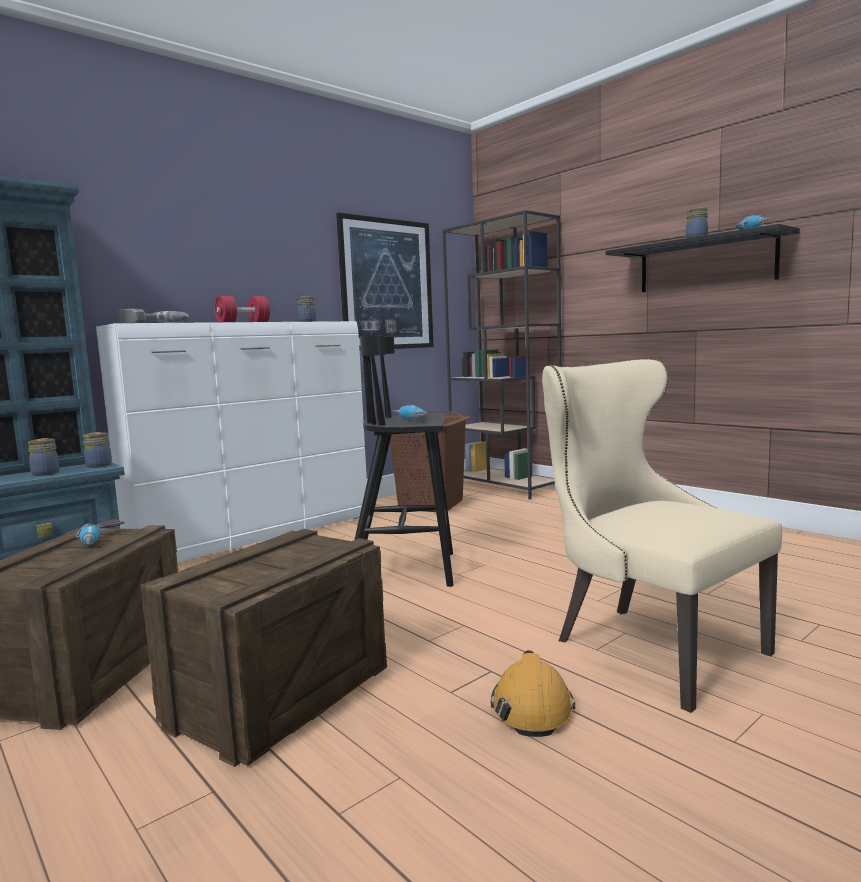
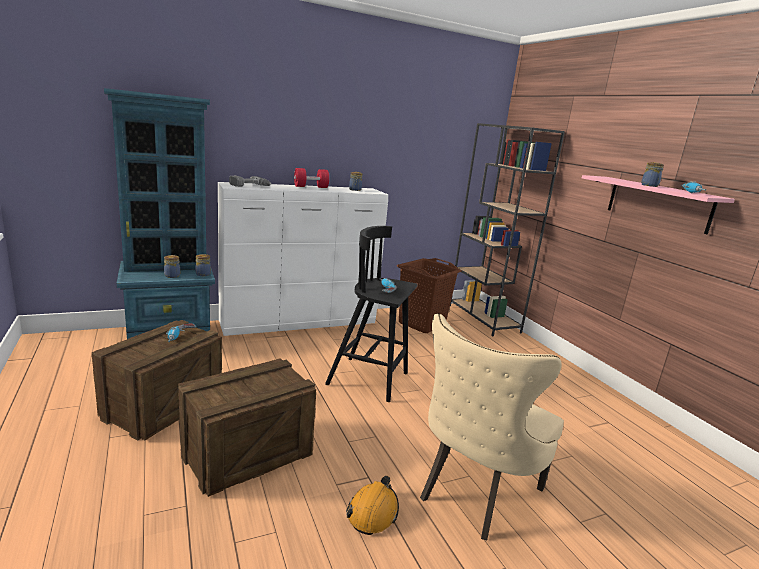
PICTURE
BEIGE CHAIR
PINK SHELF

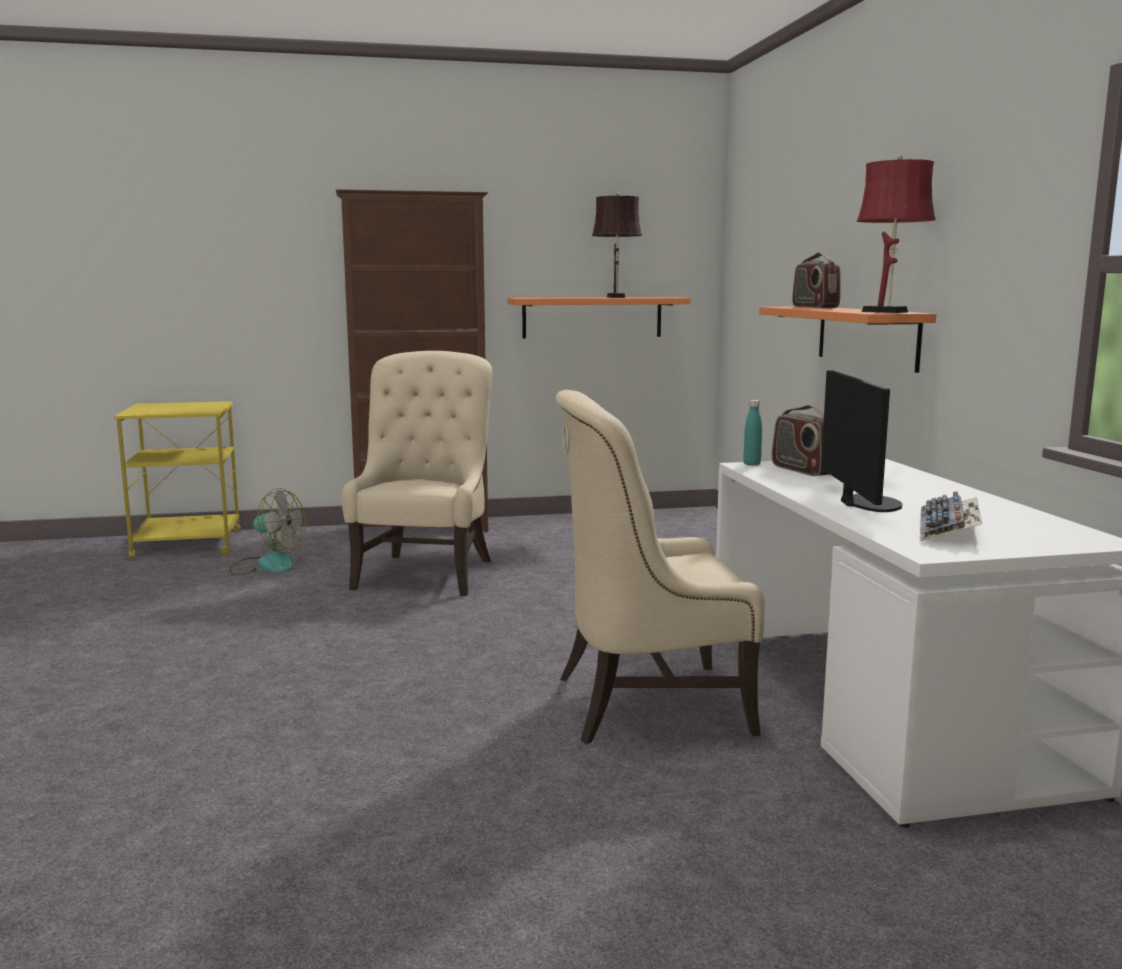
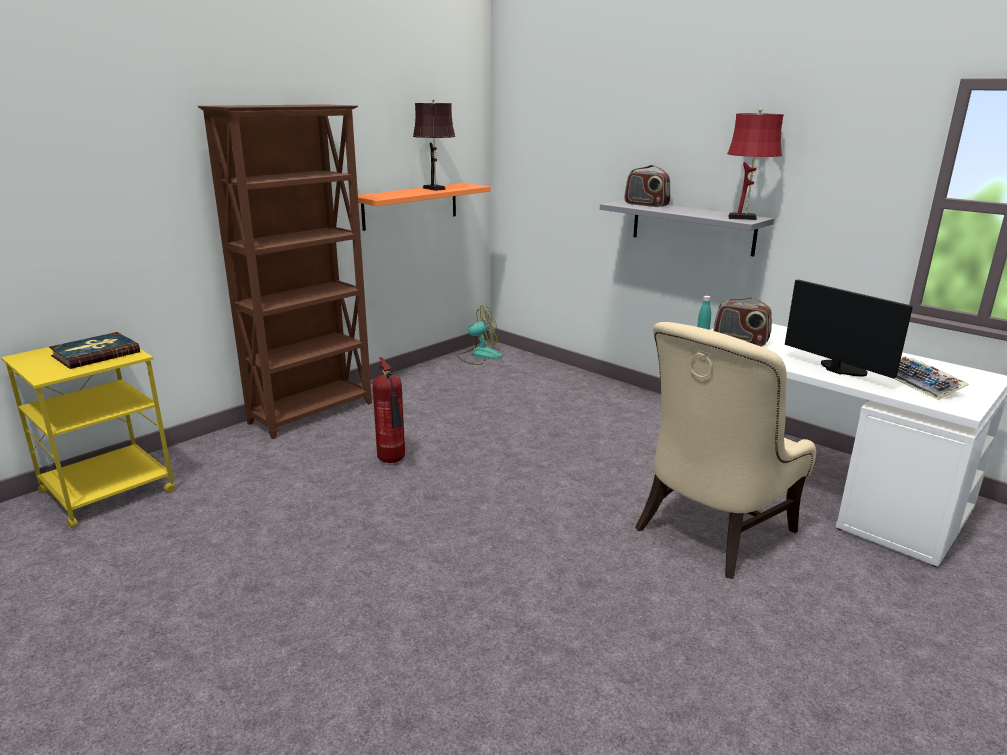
FAN
FIRE EXTINGUISHER
GREY SHELF
BOOK

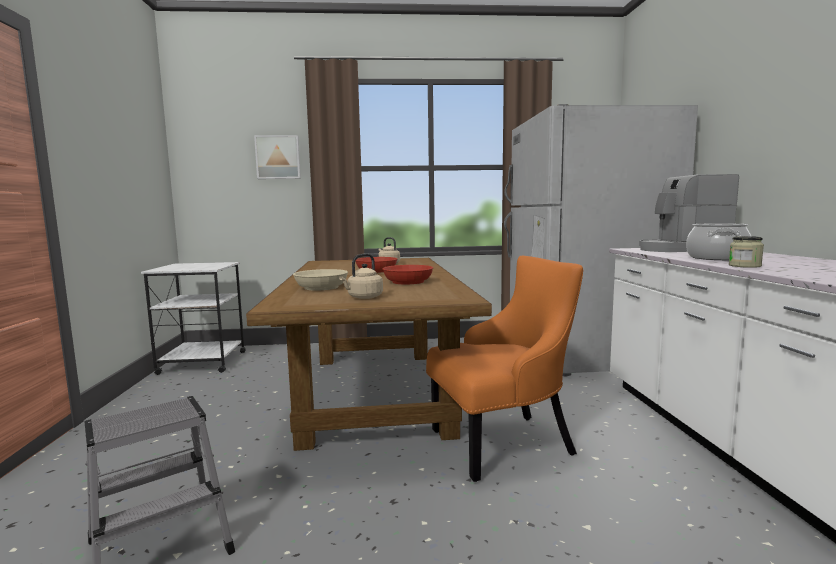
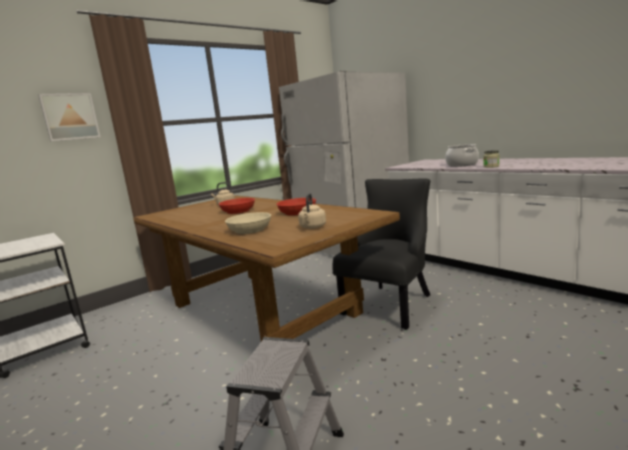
BLACK CHAIR
COFFEE MACHINE

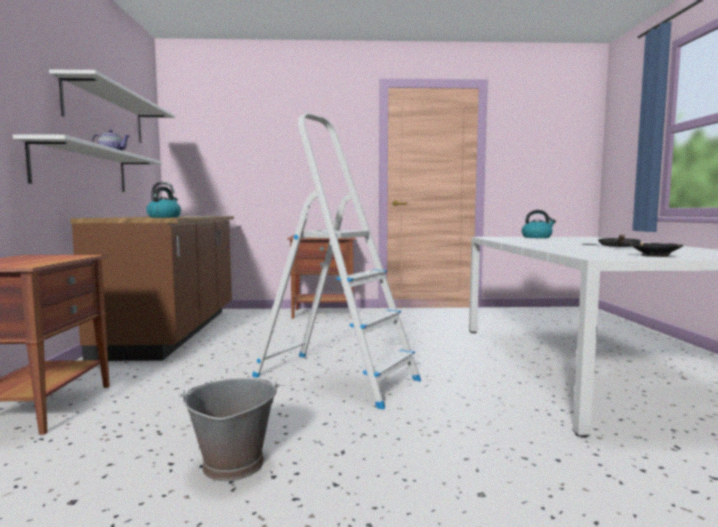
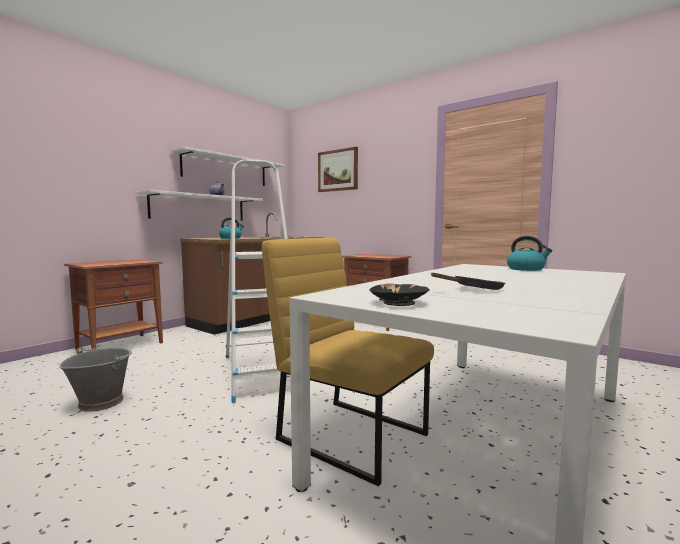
YELLOW CHAIR
PICTURE

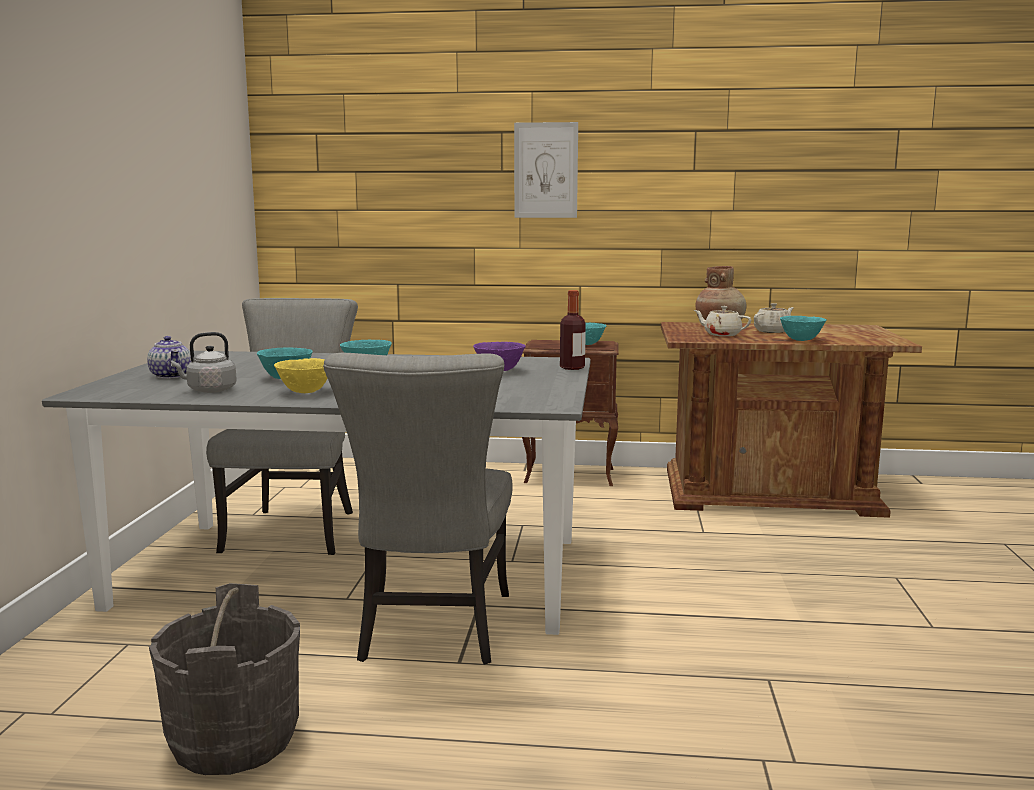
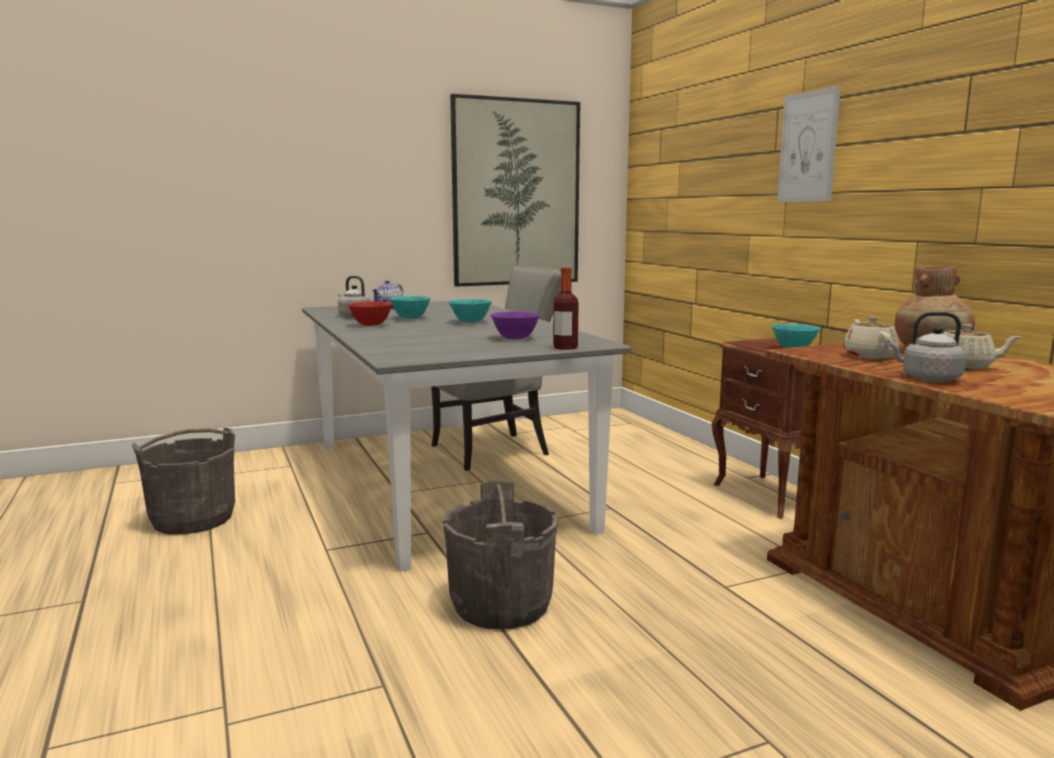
RED BOWL
GREY CHAIR (2nd from left in the first image)
GREY KETTLE (2nd from left)
GREY BUCKET (2nd from left)
PICTURE (1st from left)

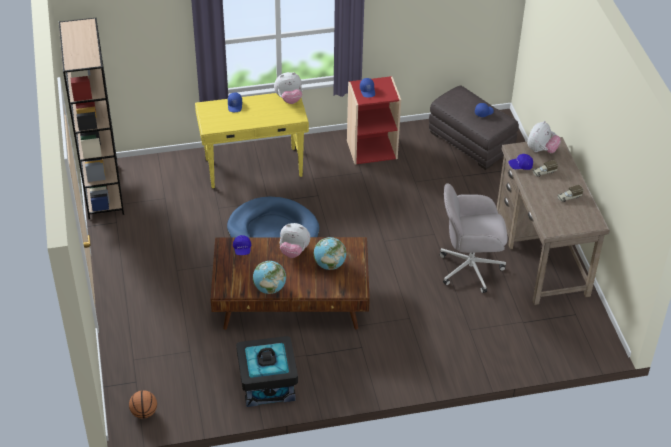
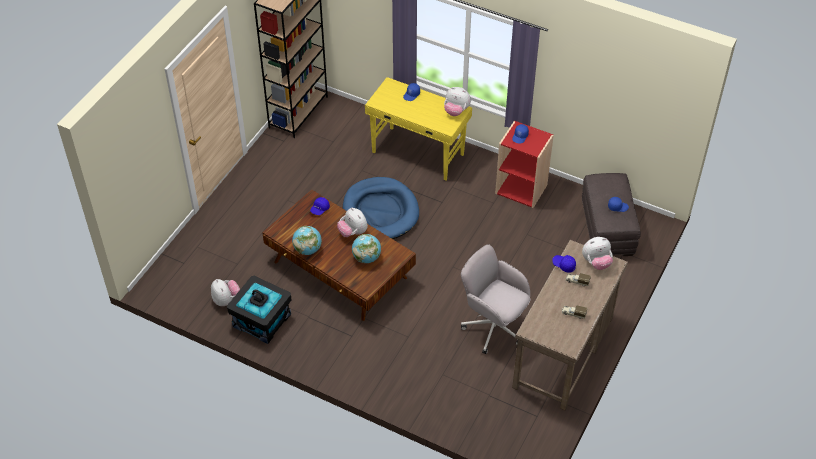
BASKETBALL
PLUSH TOY (1st from left)

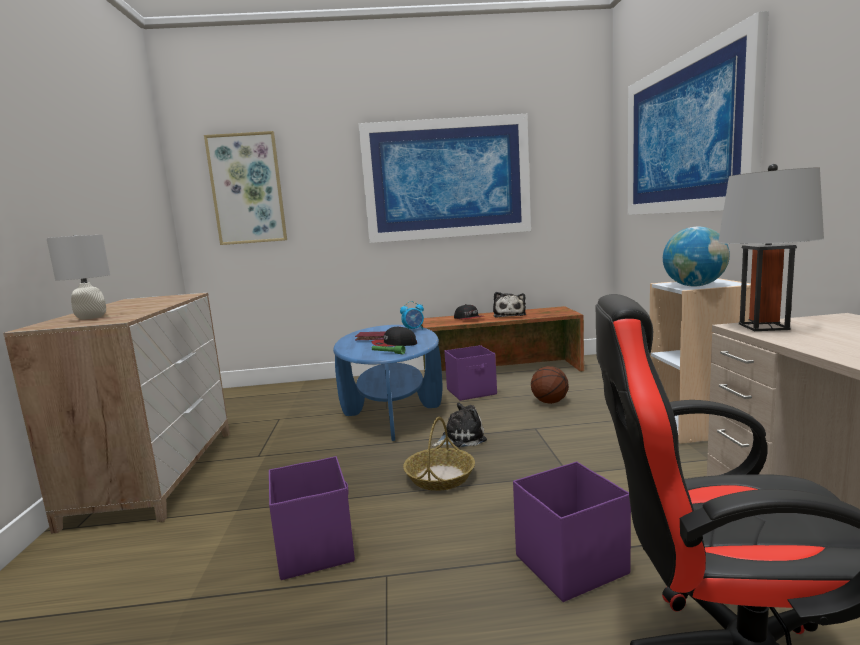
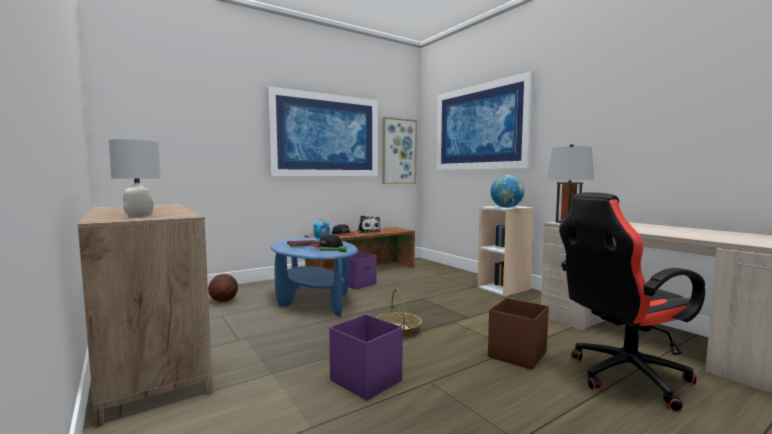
PICTURE (2nd from left)
PLUSH TOY (1st from left in the first image)
BROWN STORAGE BOX
BASKETBALL

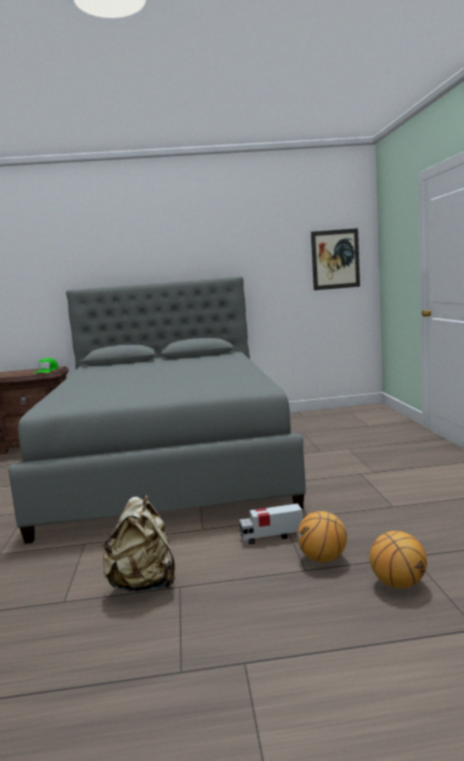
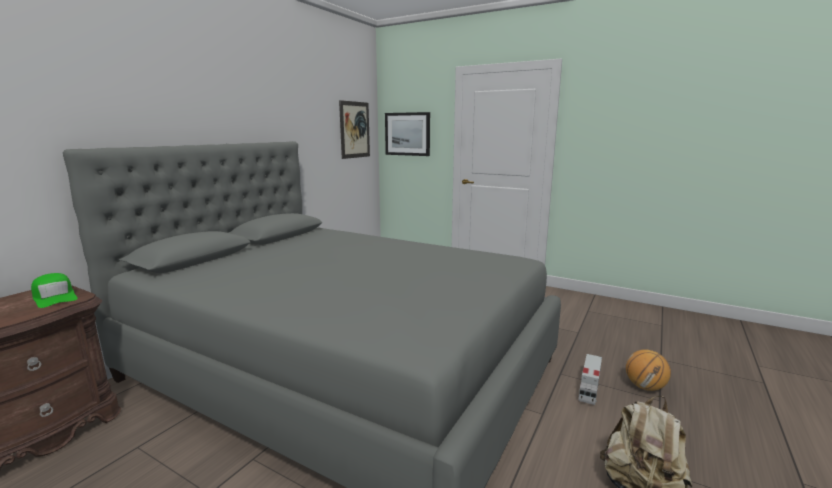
BASKETBALL (2nd from left in the first image)
PICTURE (2nd from left)

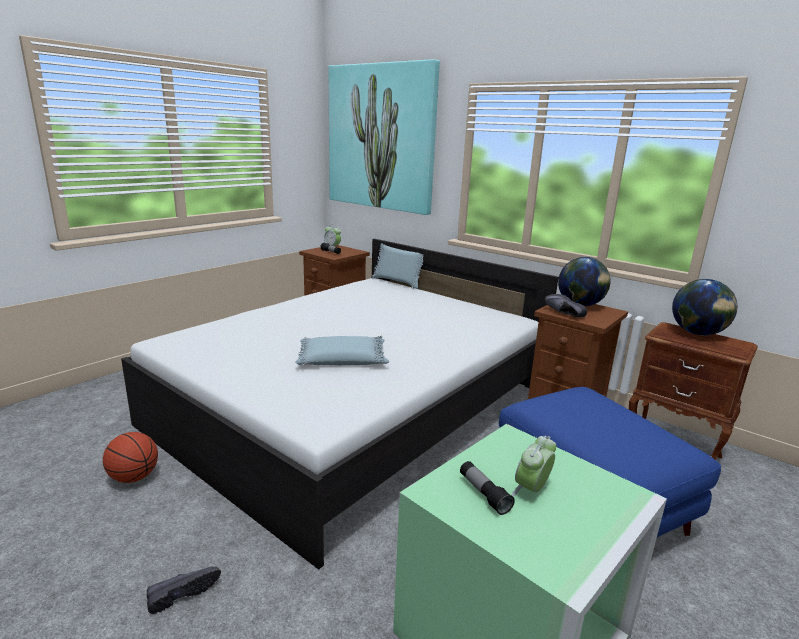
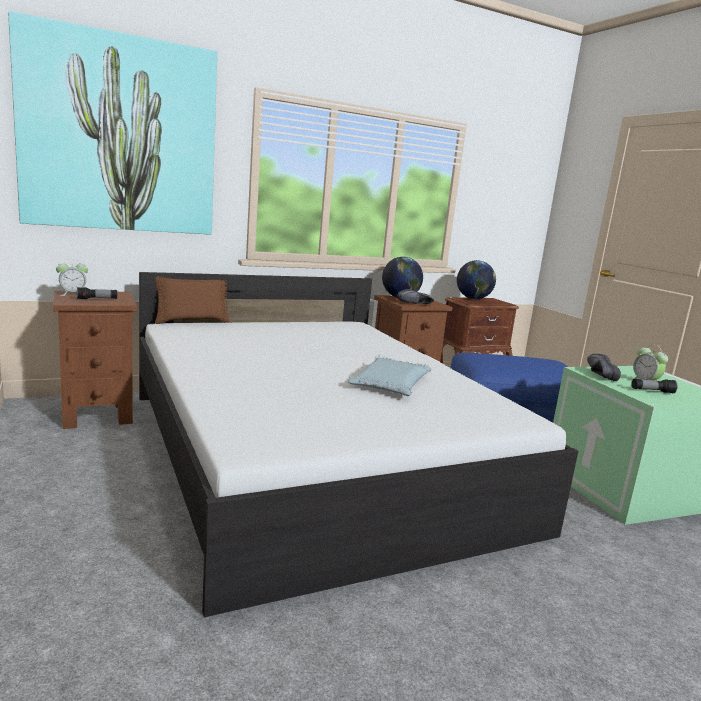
BASKETBALL
BLACK SHOE (2nd from left)
BROWN PILLOW

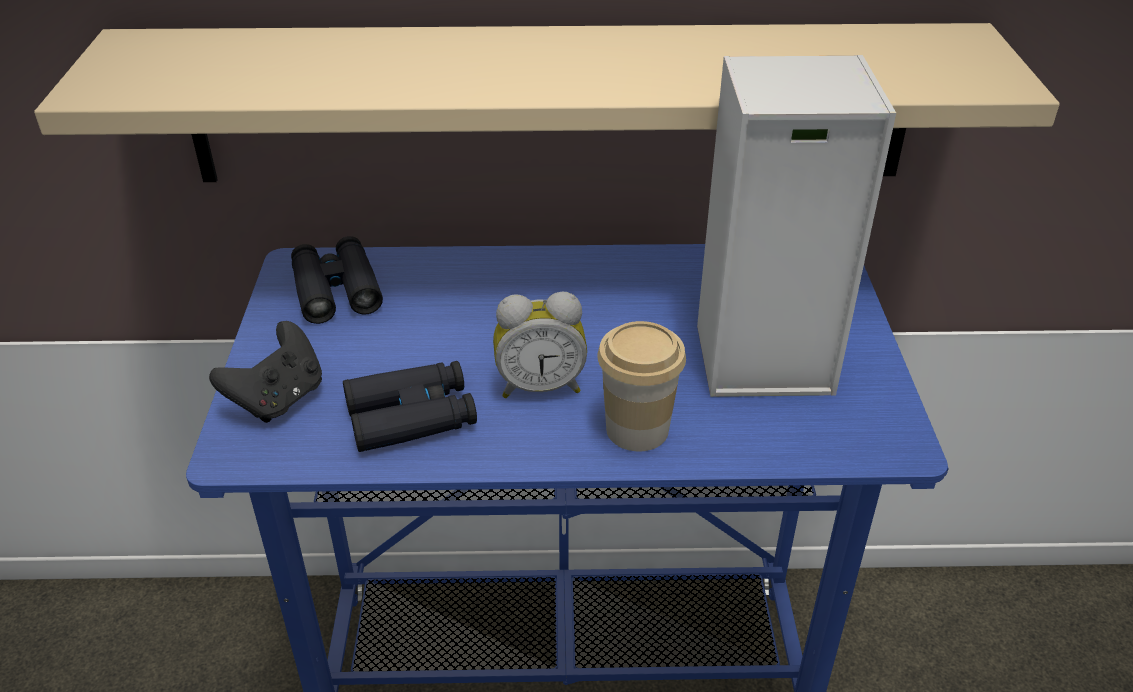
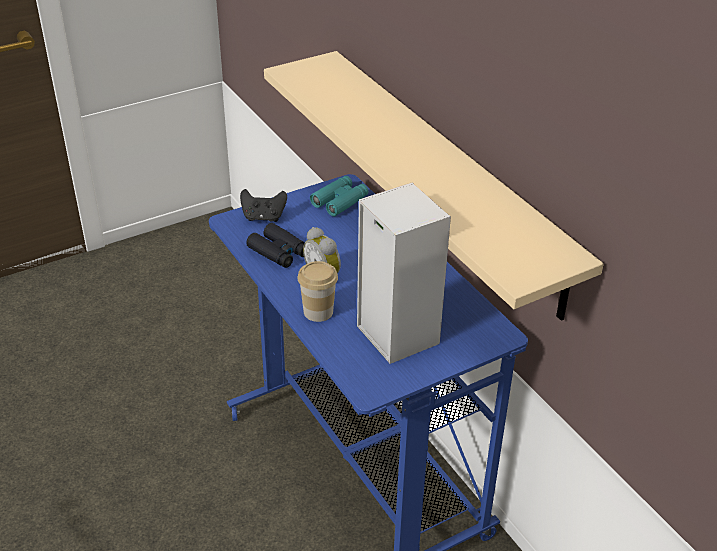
TURQUOISE BINOCULARS

